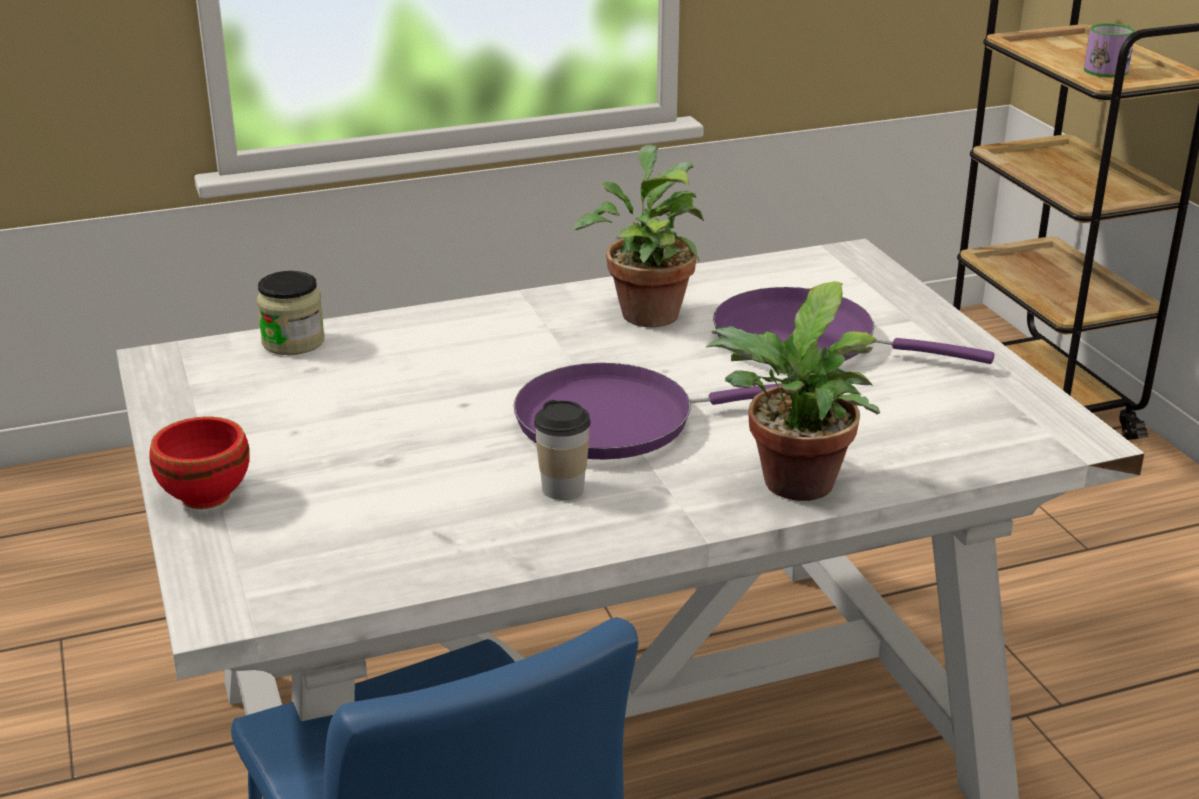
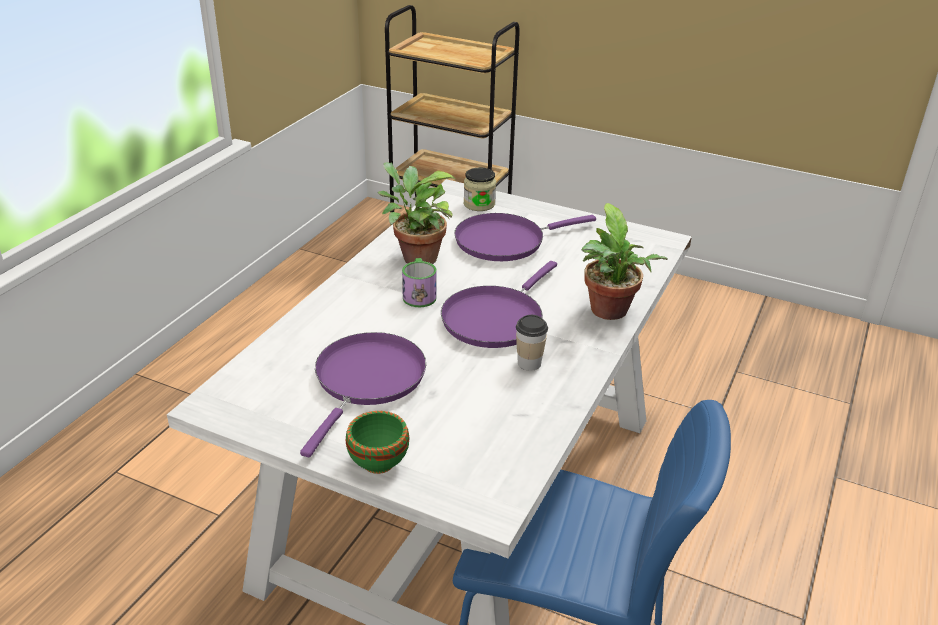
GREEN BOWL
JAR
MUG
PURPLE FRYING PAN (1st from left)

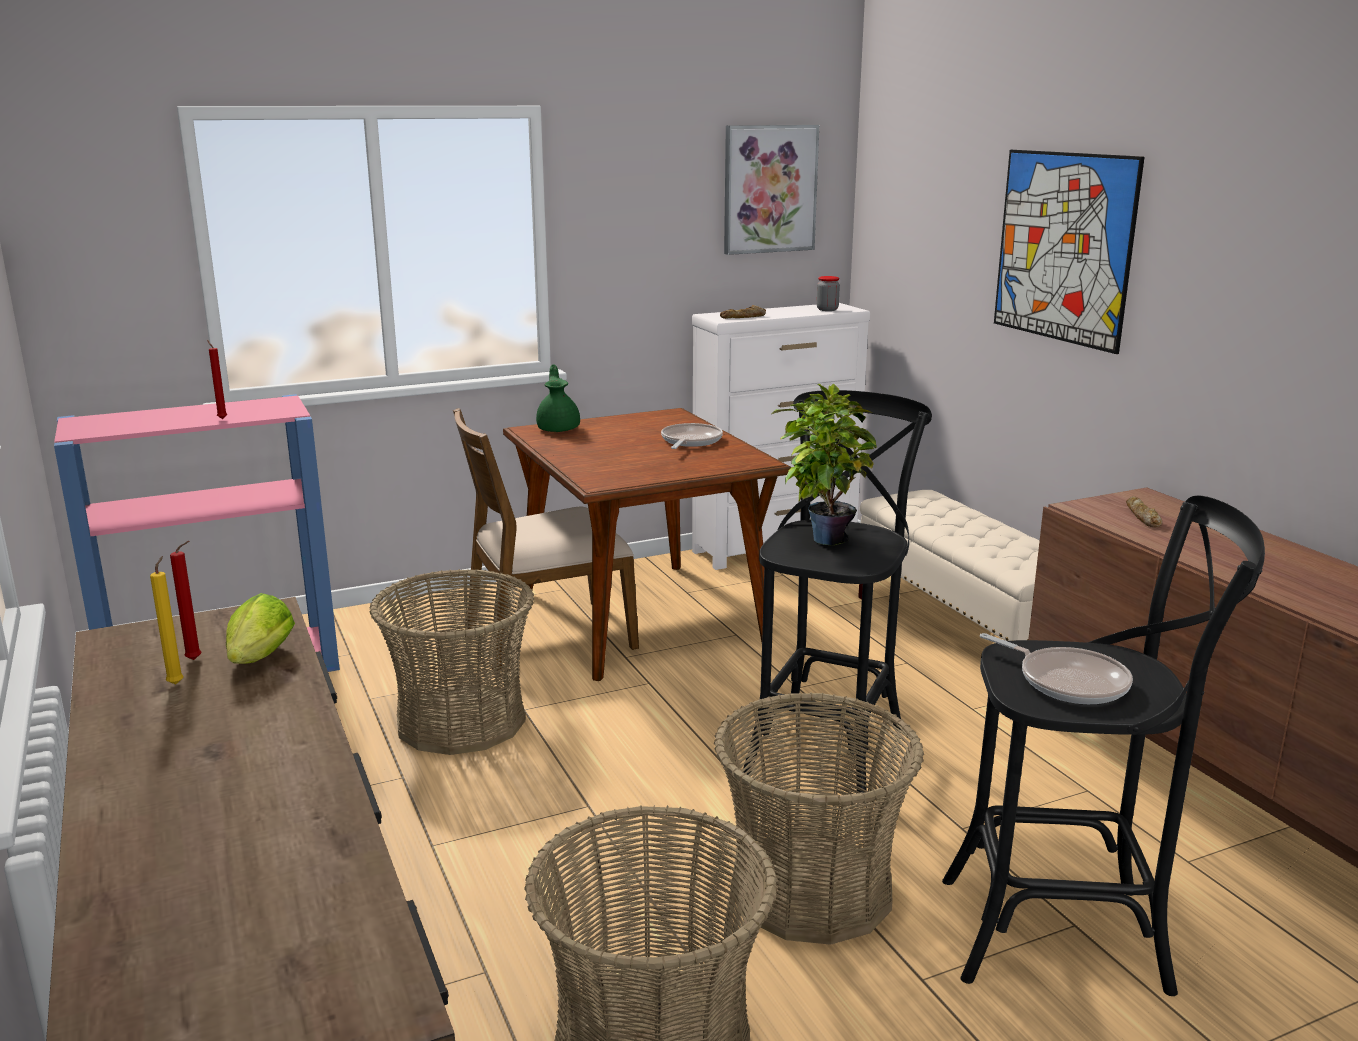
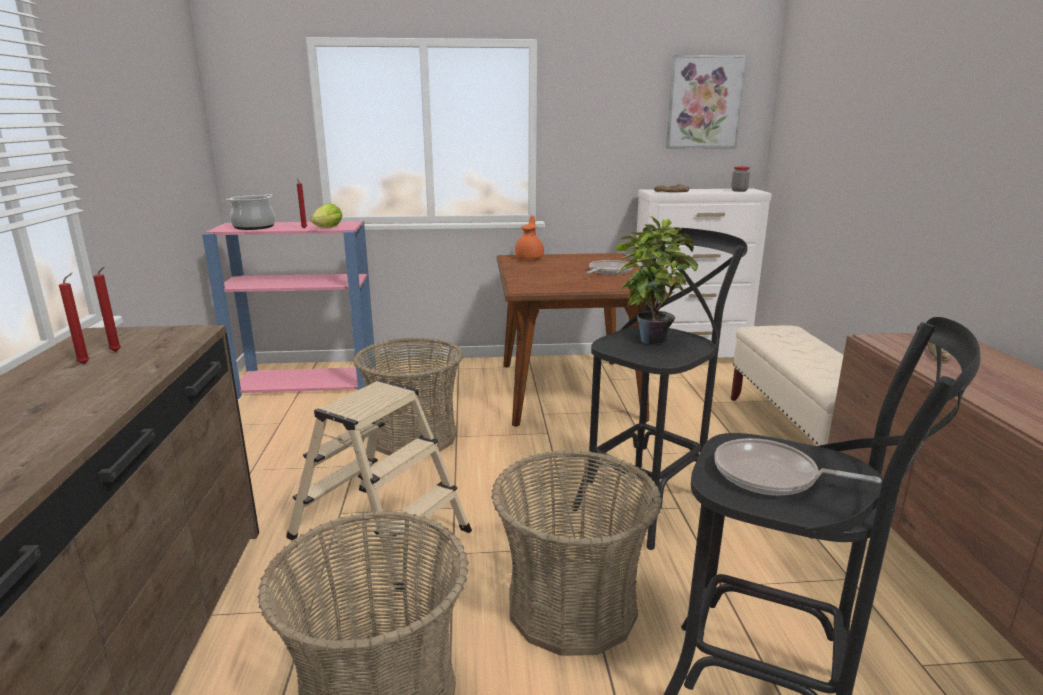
RED CANDLE (1st from left)
LETTUCE
BROWN CHAIR
ORANGE TEAPOT
FRYING PAN (2nd from left)
PICTURE (2nd from left in the first image)
COOKING POT
BEIGE STEP LADDER

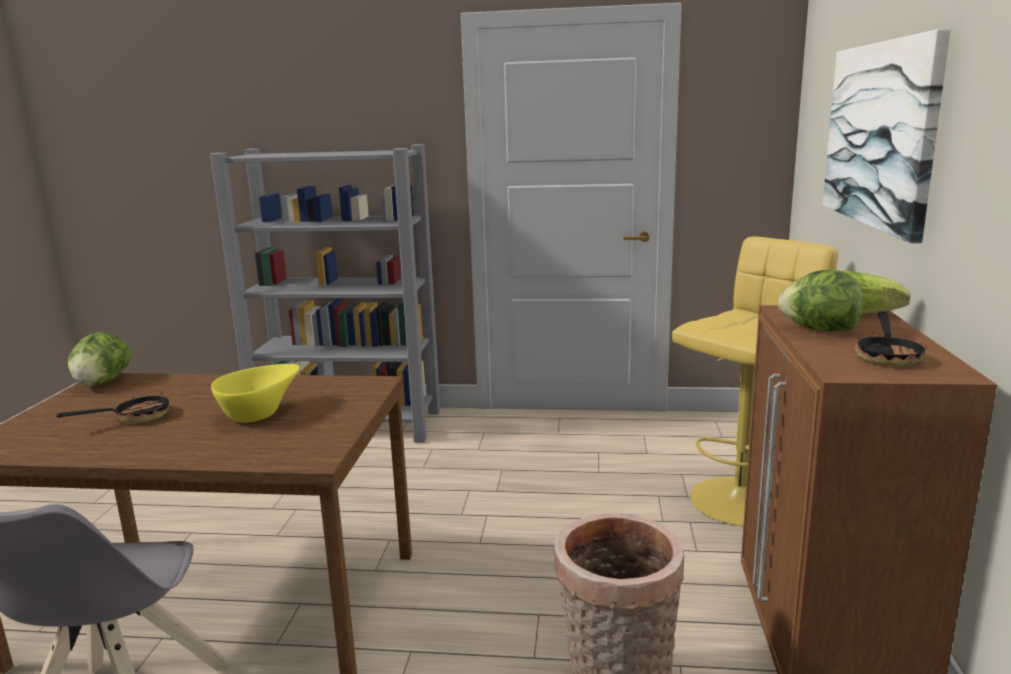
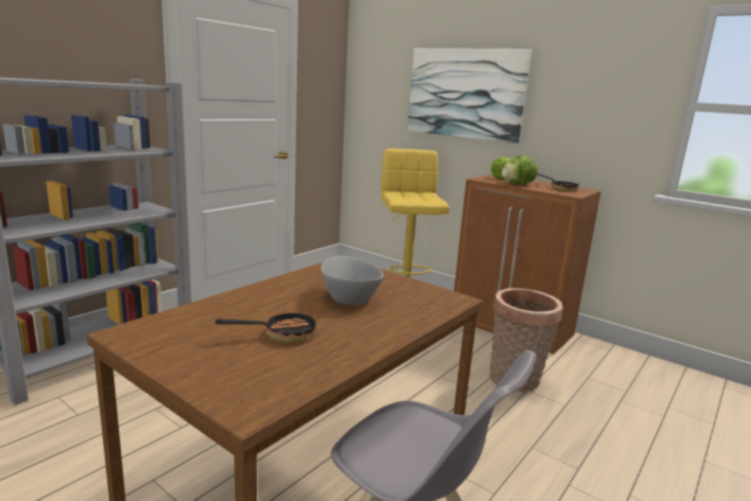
FRYING PAN (1st from left)
LETTUCE (1st from left in the first image)
GREY BOWL

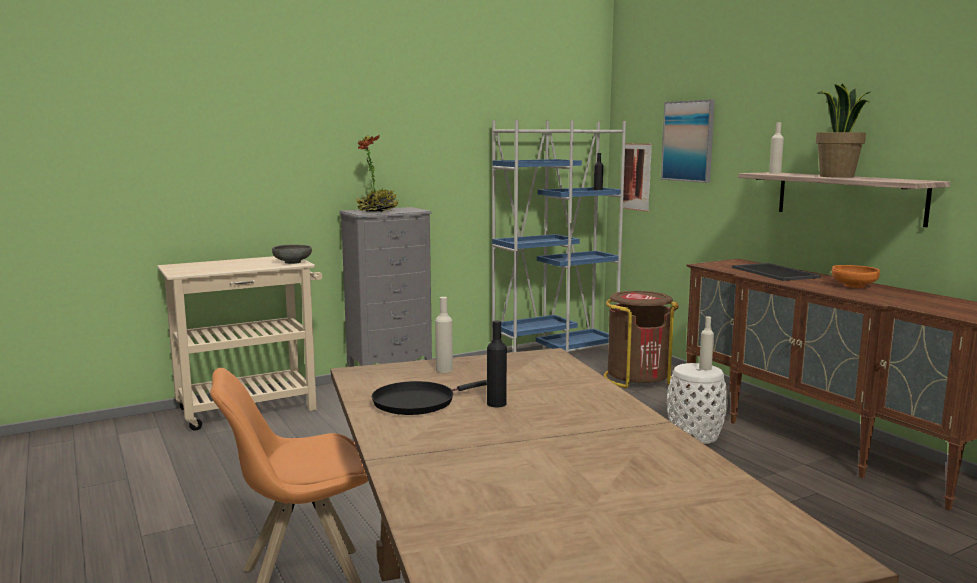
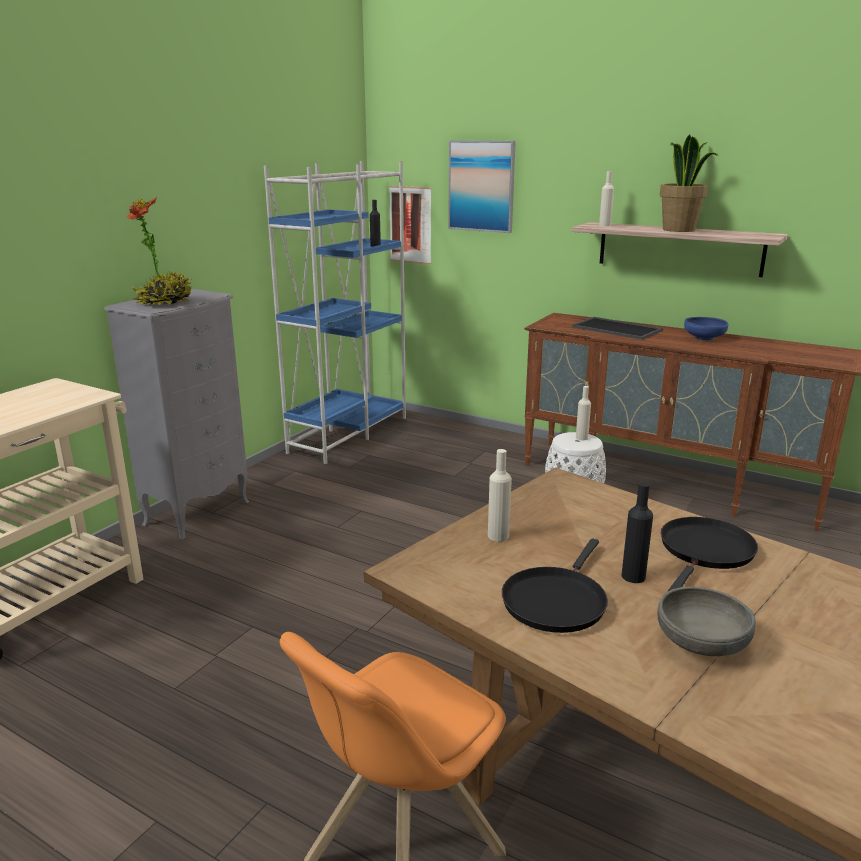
GREY BOWL
BROWN TRASH CAN
BLUE BOWL
BLACK FRYING PAN (2nd from left)

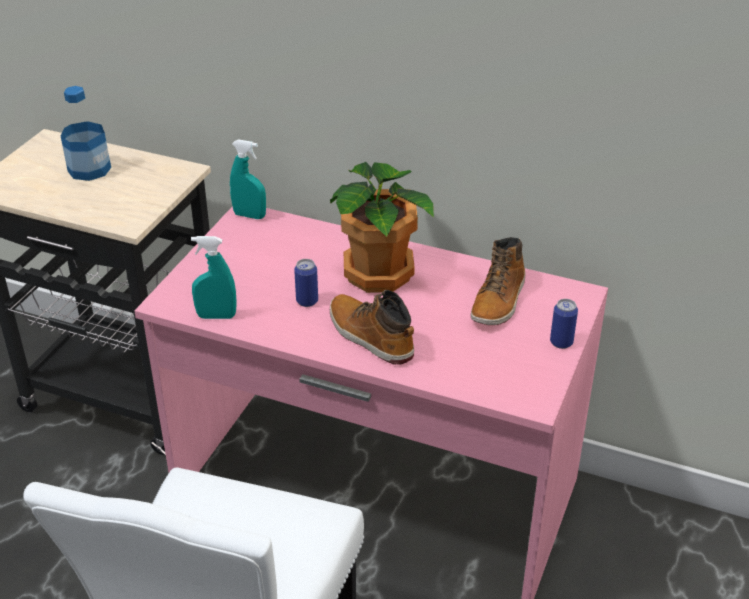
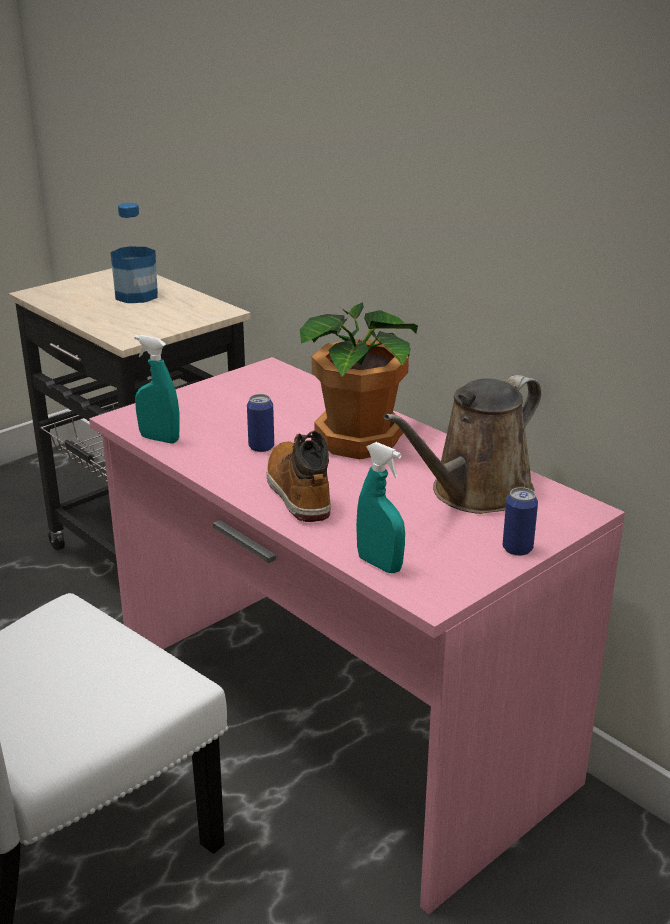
TURQUOISE SPRAY BOTTLE (2nd from left)
BROWN WATERING CAN

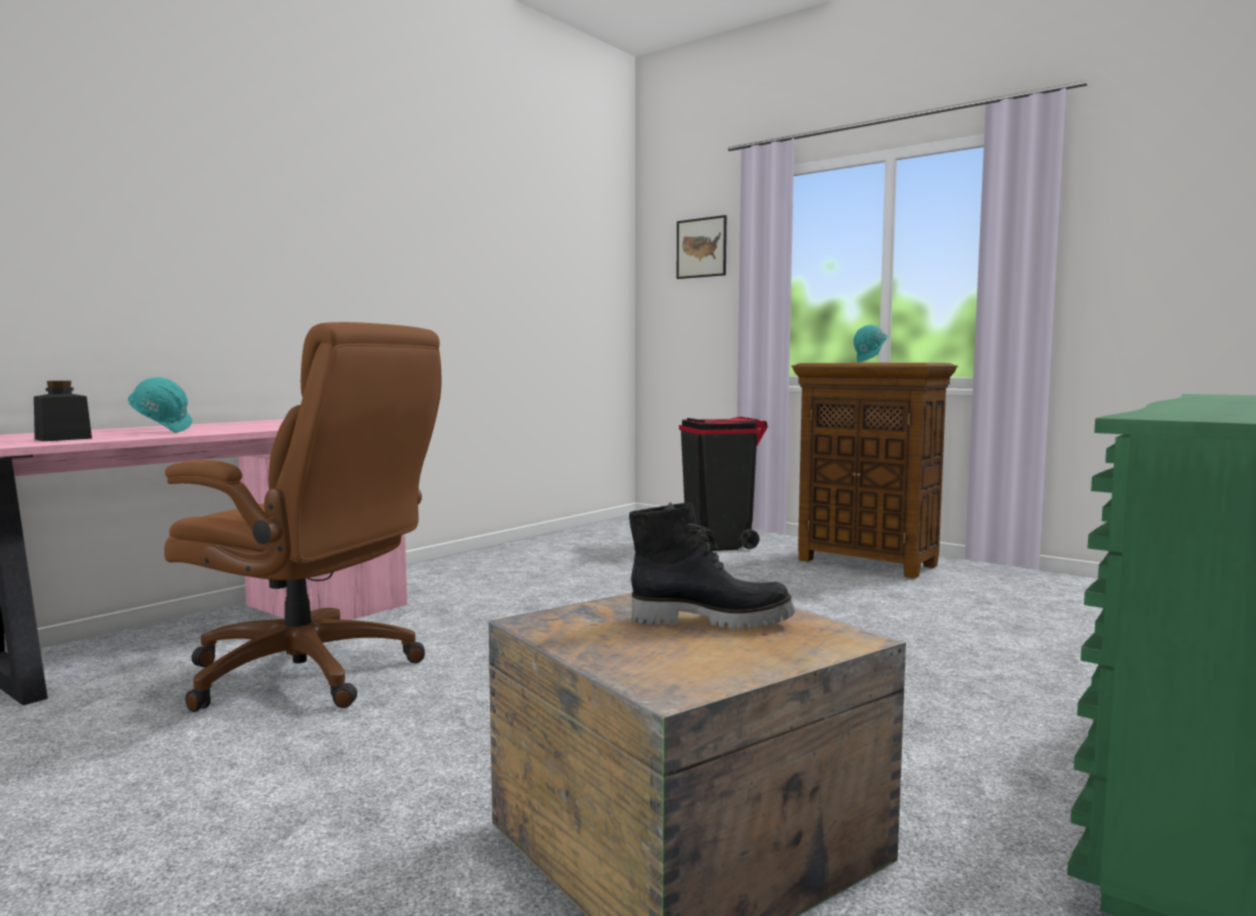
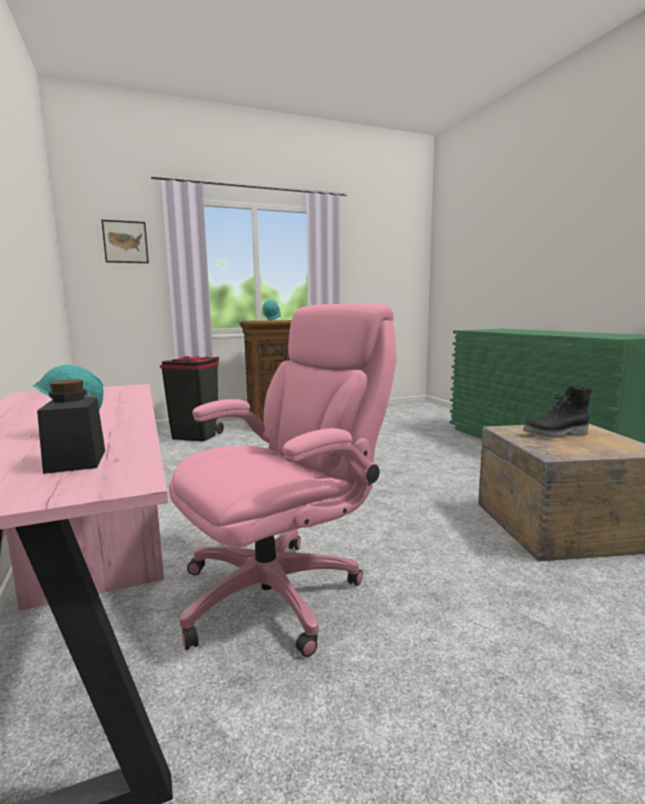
PINK OFFICE CHAIR
BLACK BOOT

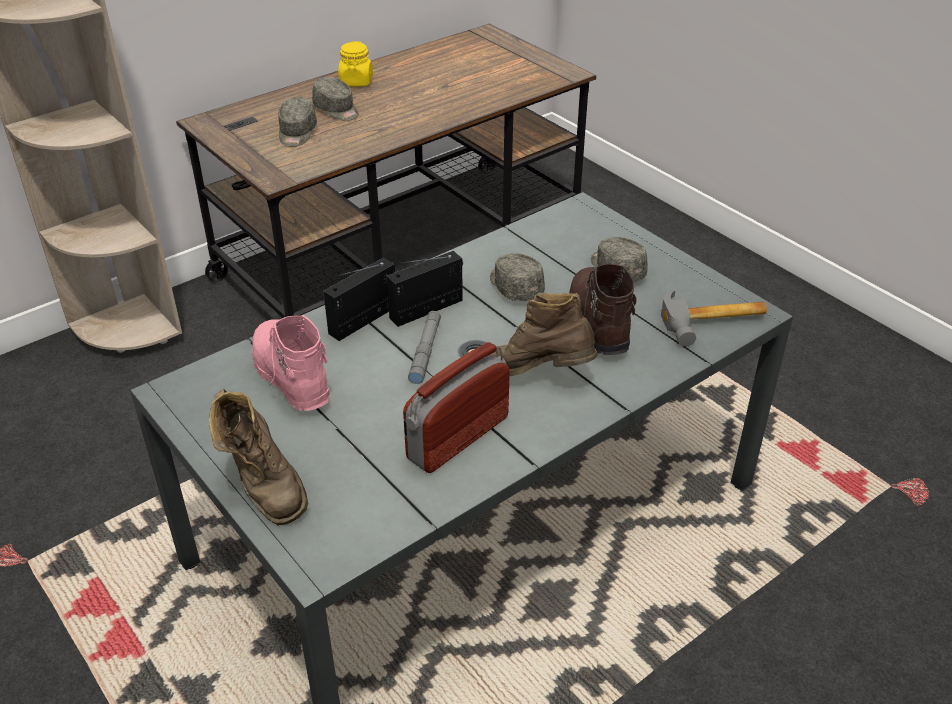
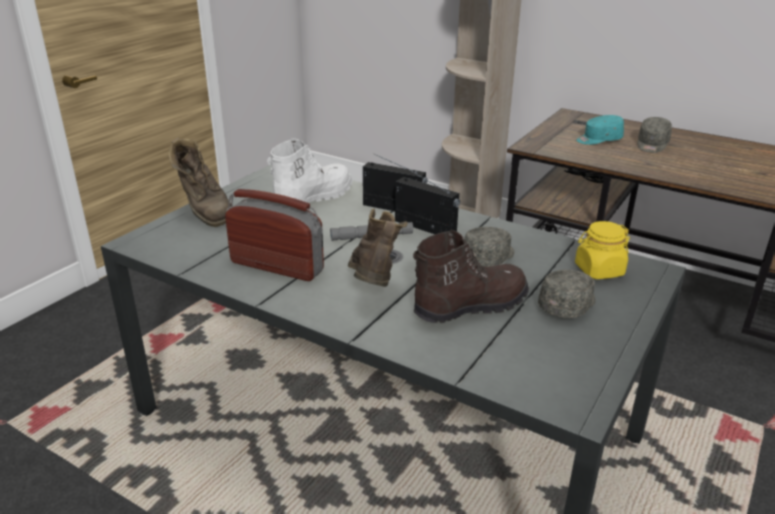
BROWN BOOT (1st from left)
WHITE BOOT
TURQUOISE CAP
YELLOW JAR
HAMMER

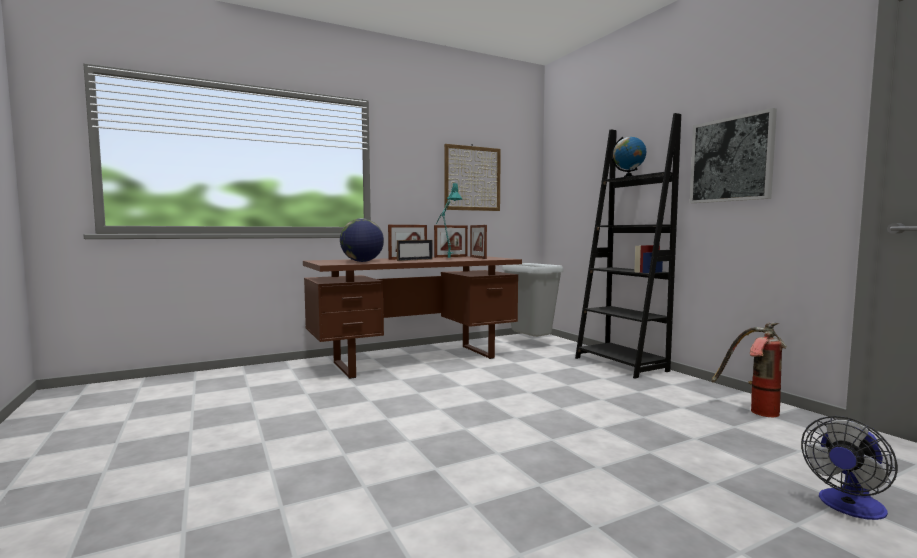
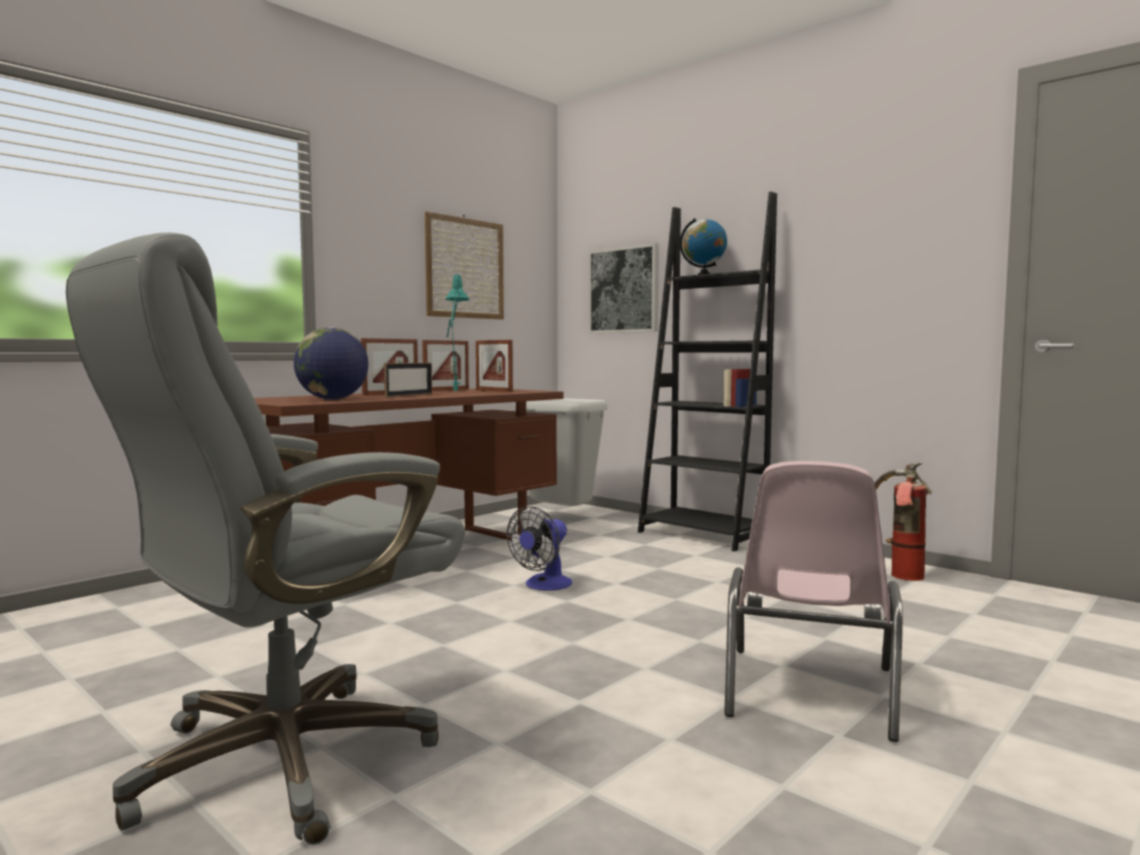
PICTURE (2nd from left)
FAN
GREY OFFICE CHAIR
PINK CHAIR

